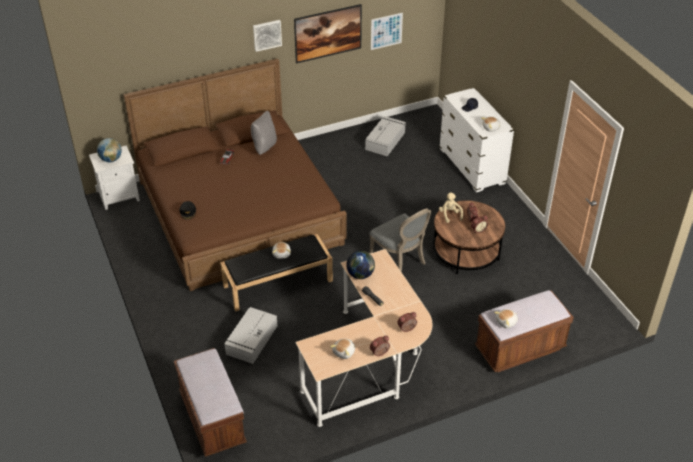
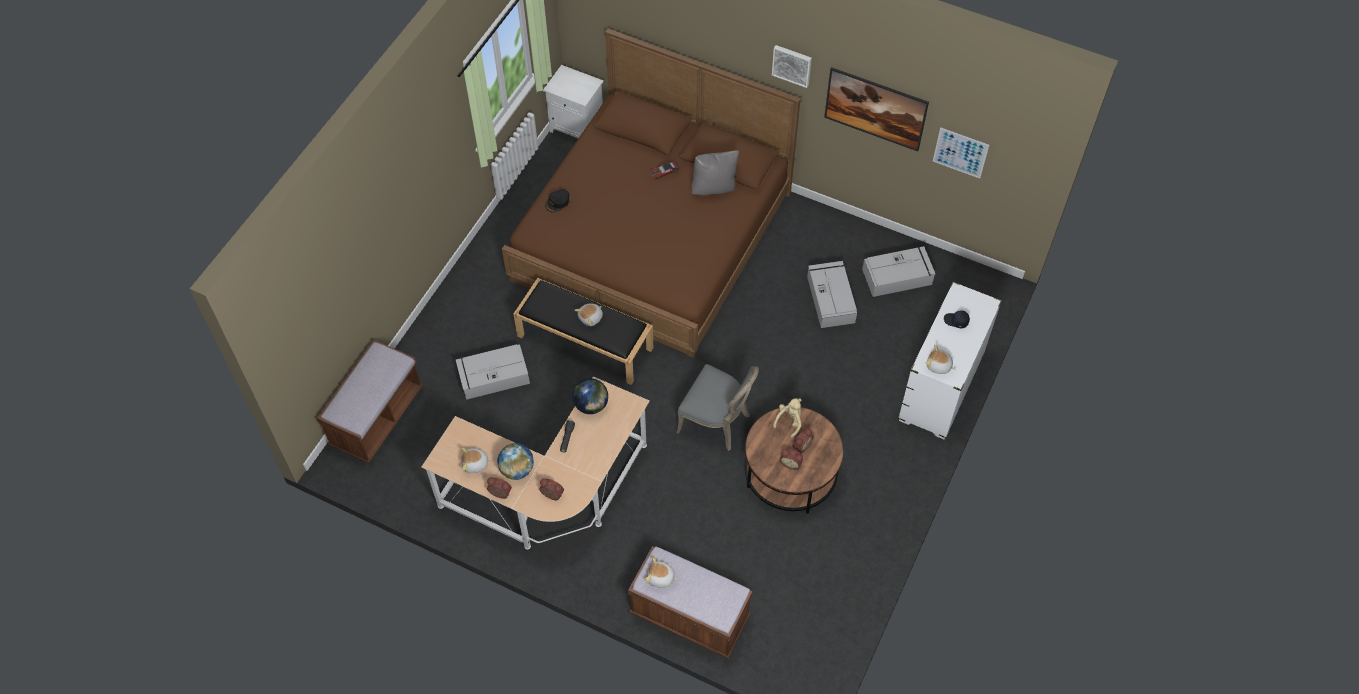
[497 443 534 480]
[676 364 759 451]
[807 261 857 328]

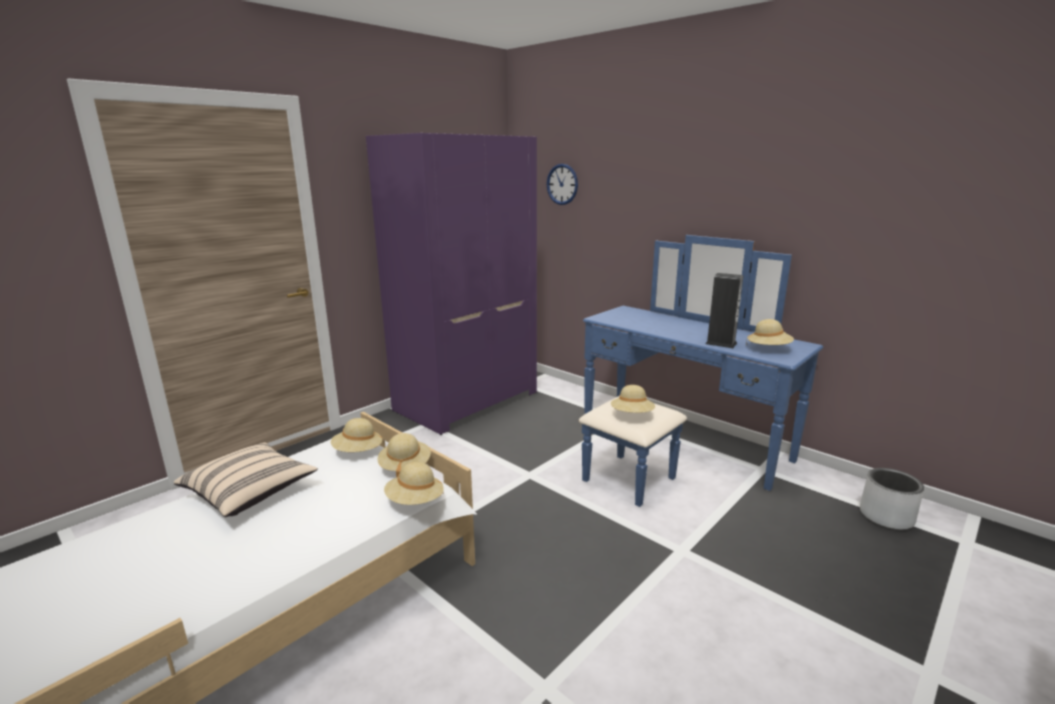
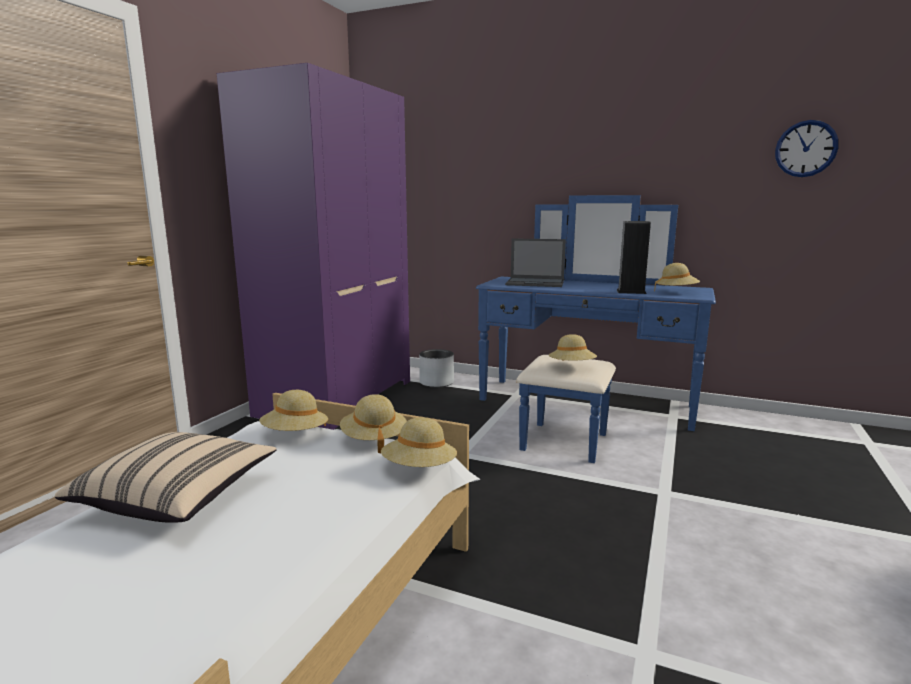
[775 120 839 177]
[419 349 454 388]
[505 238 566 287]

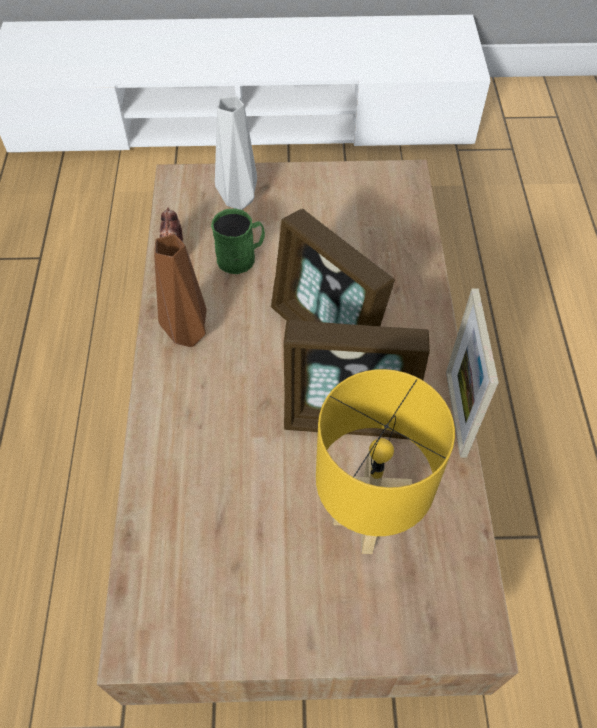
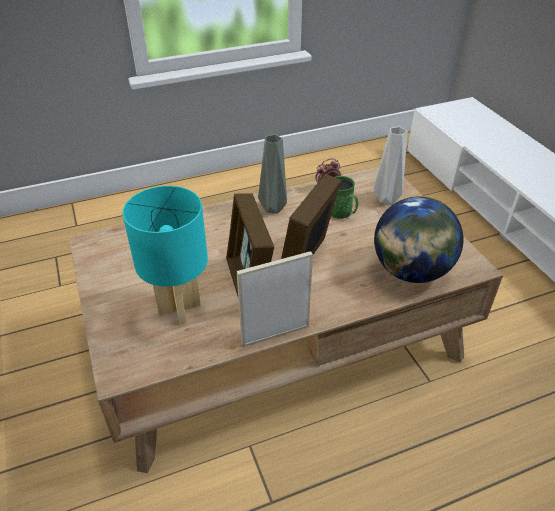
[258 134 287 214]
[123 186 208 324]
[374 196 464 283]

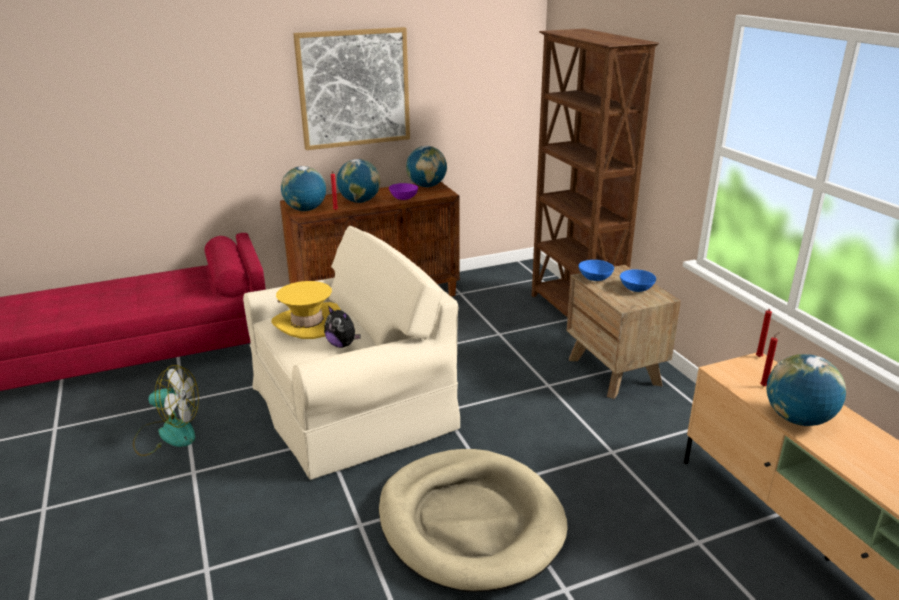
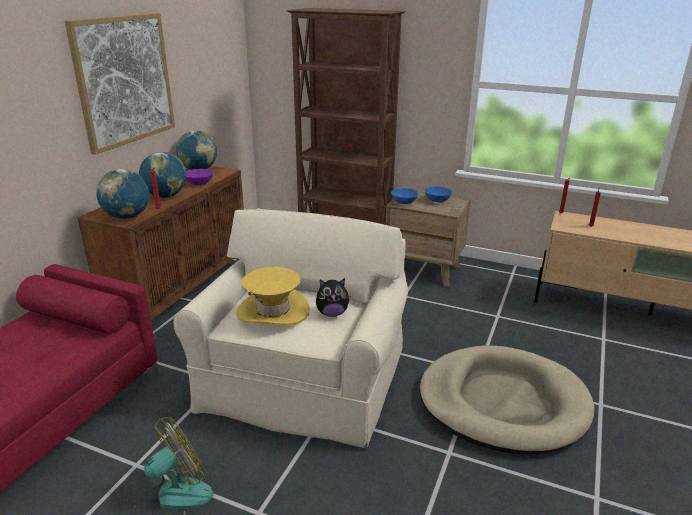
[766 354 846 426] (first image)

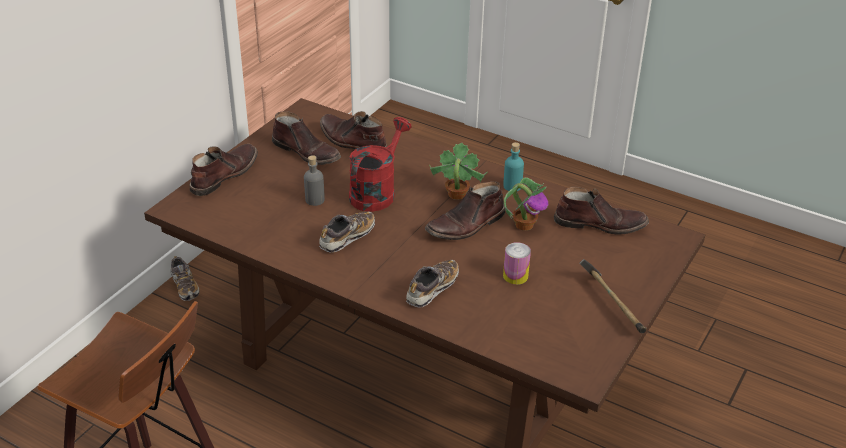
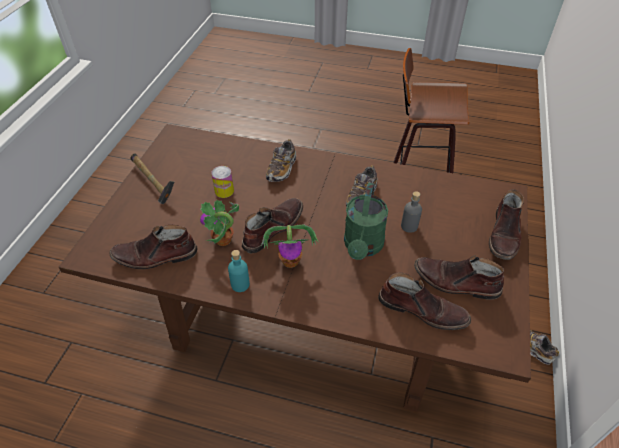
[344 183 388 260]

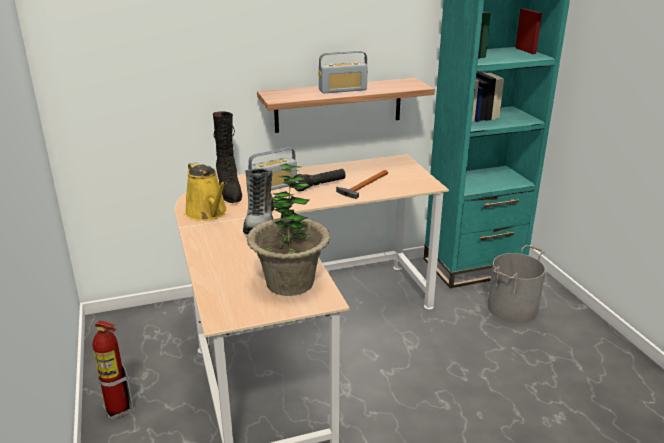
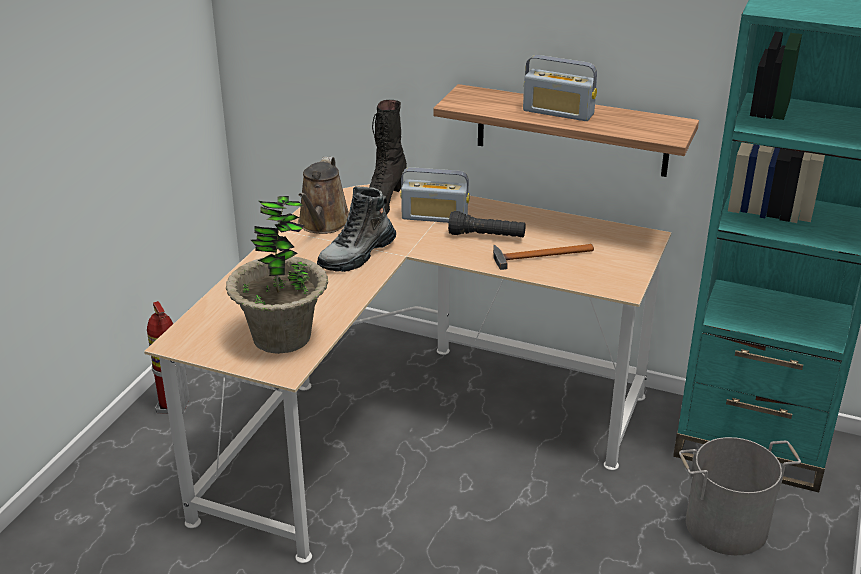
[298 157 349 234]

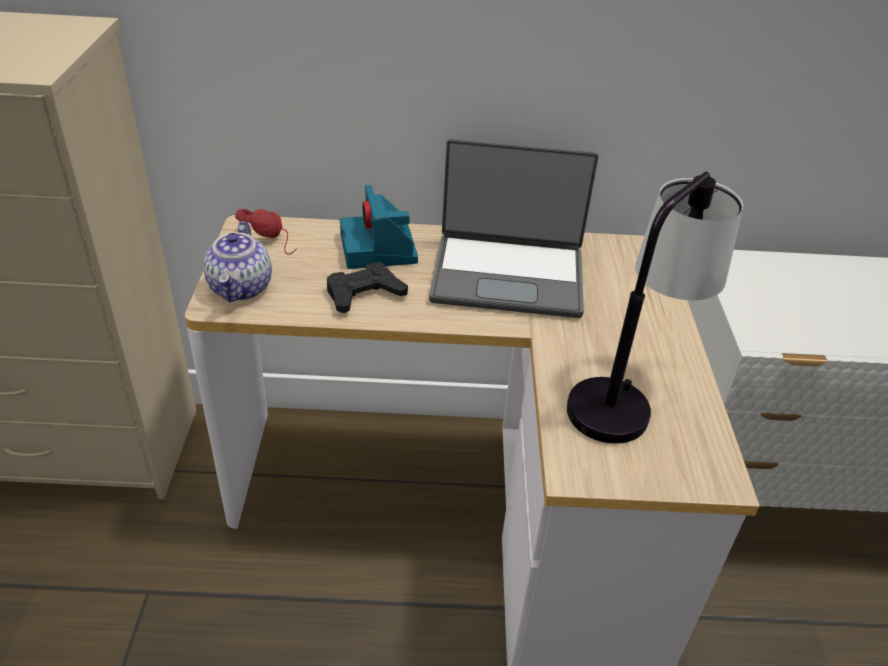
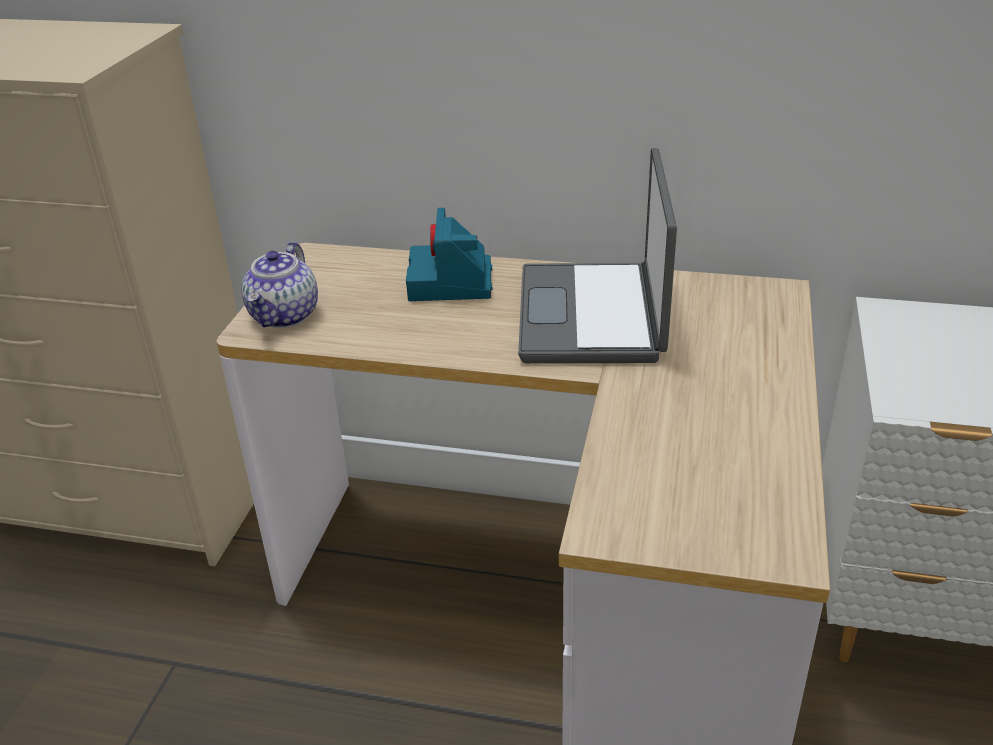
[235 209 297 254] (first image)
[327 262 408 313] (first image)
[518 148 677 363]
[567 172 744 444] (first image)

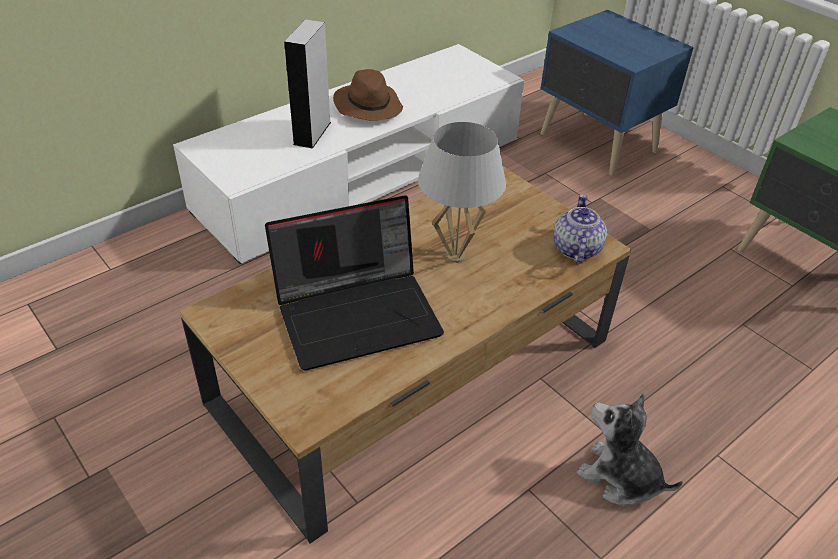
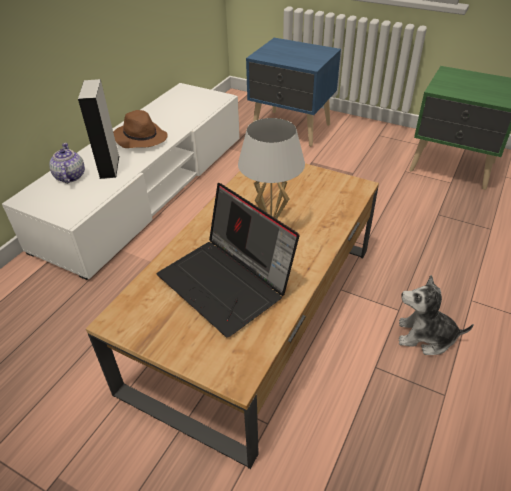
[157 183 300 337]
[49 143 85 184]

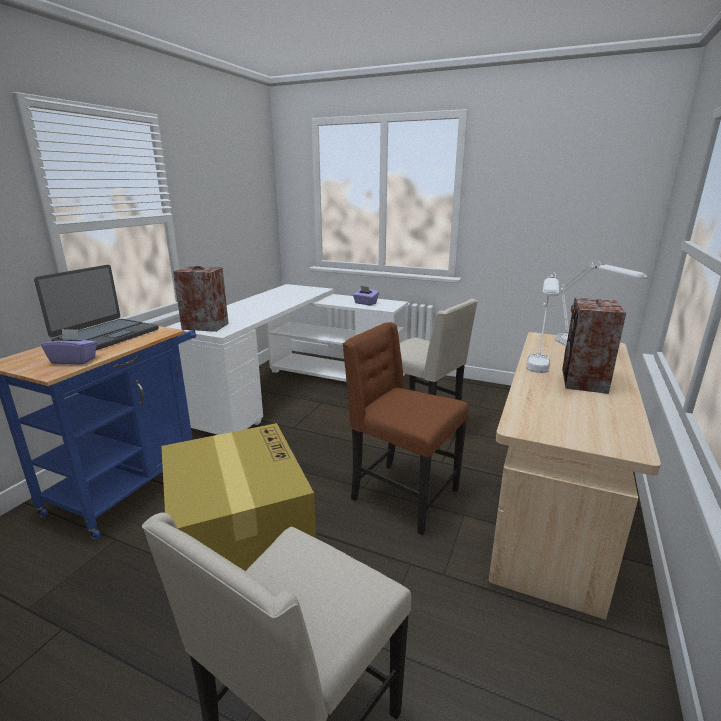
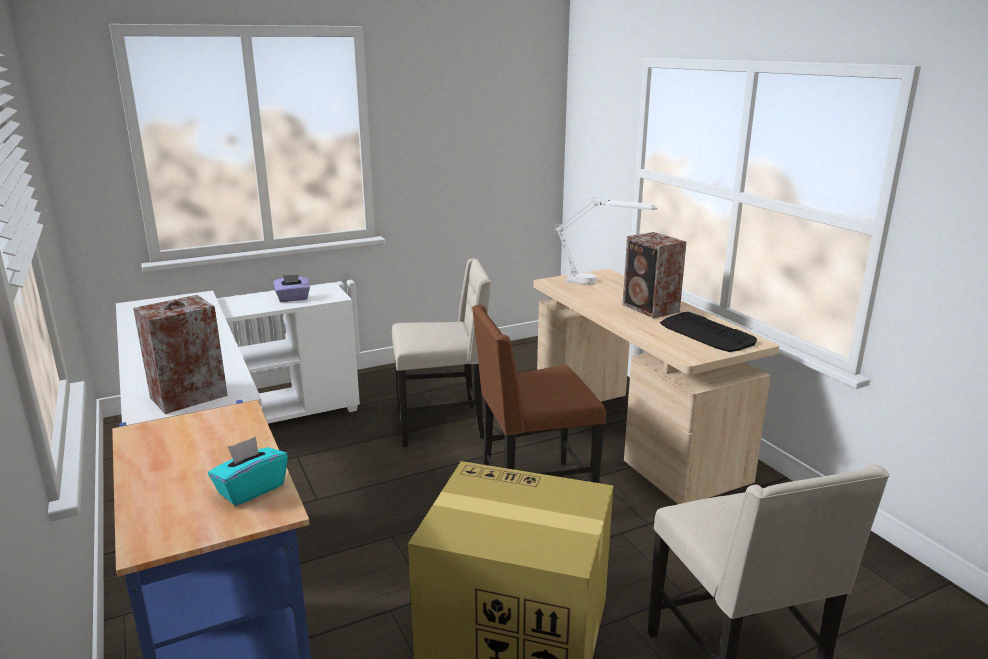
[34 265 159 350] (first image)
[208 436 288 506]
[526 272 559 373] (first image)
[660 312 757 352]

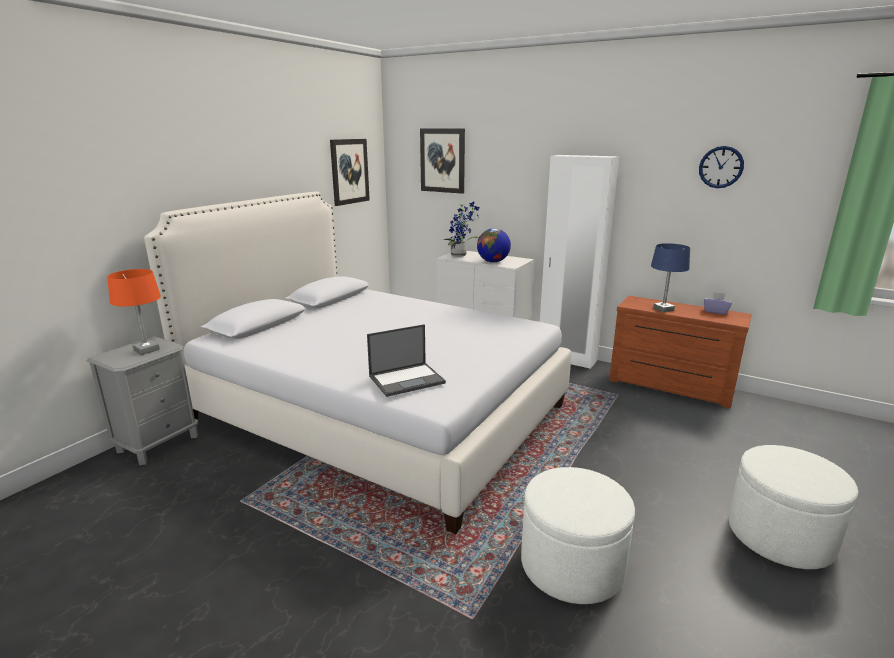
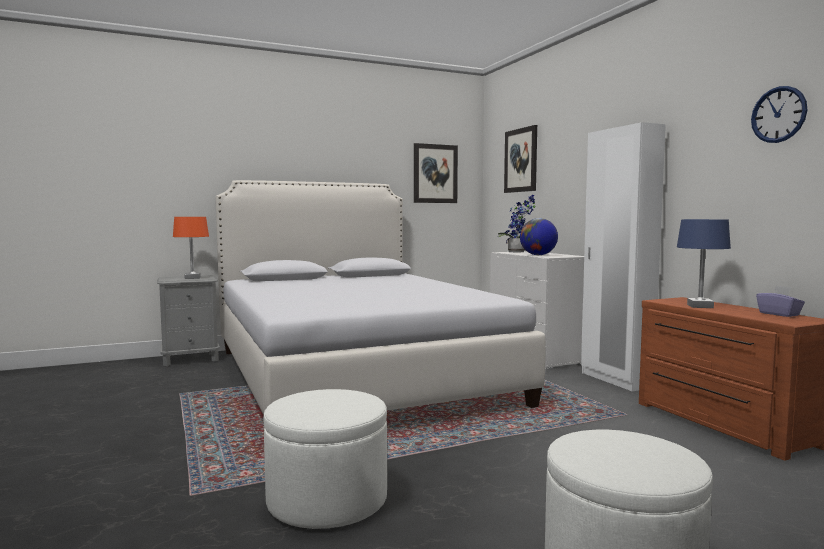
[367 324 446 397] (first image)

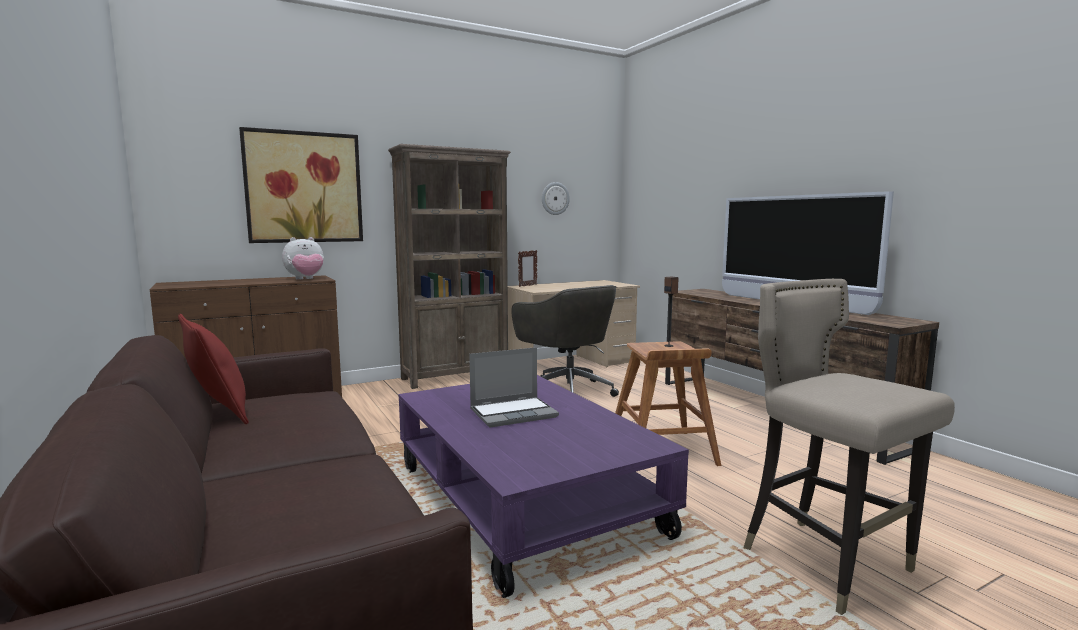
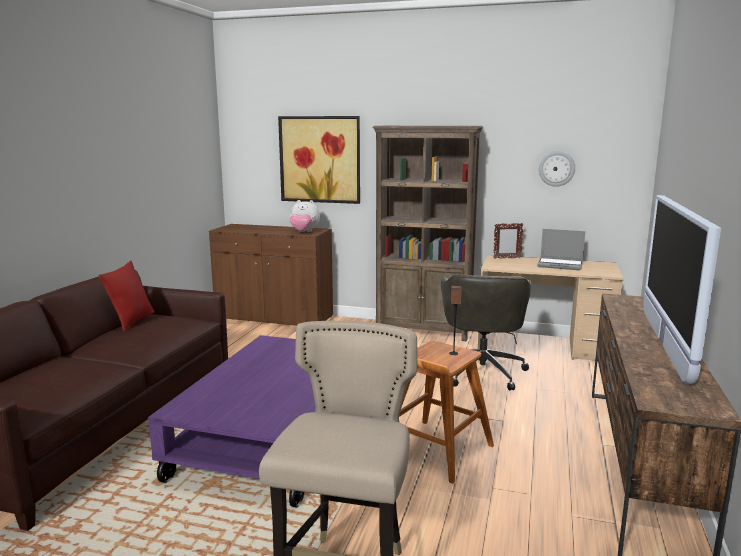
[537 229 585 270]

